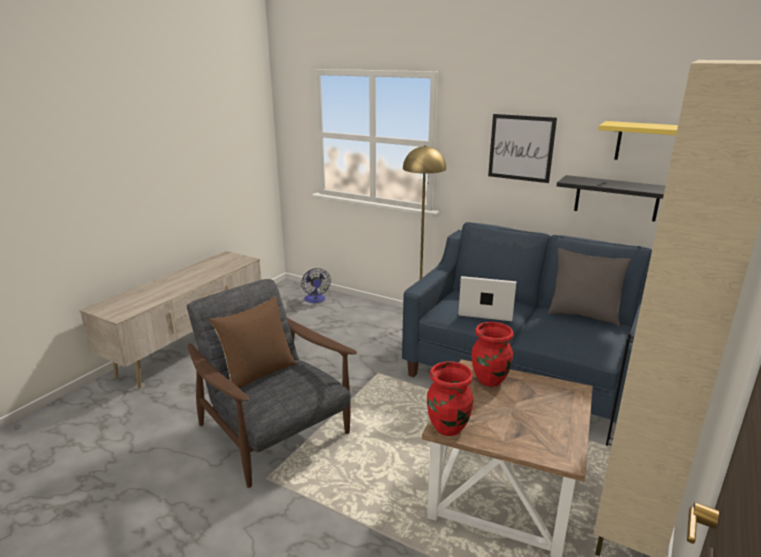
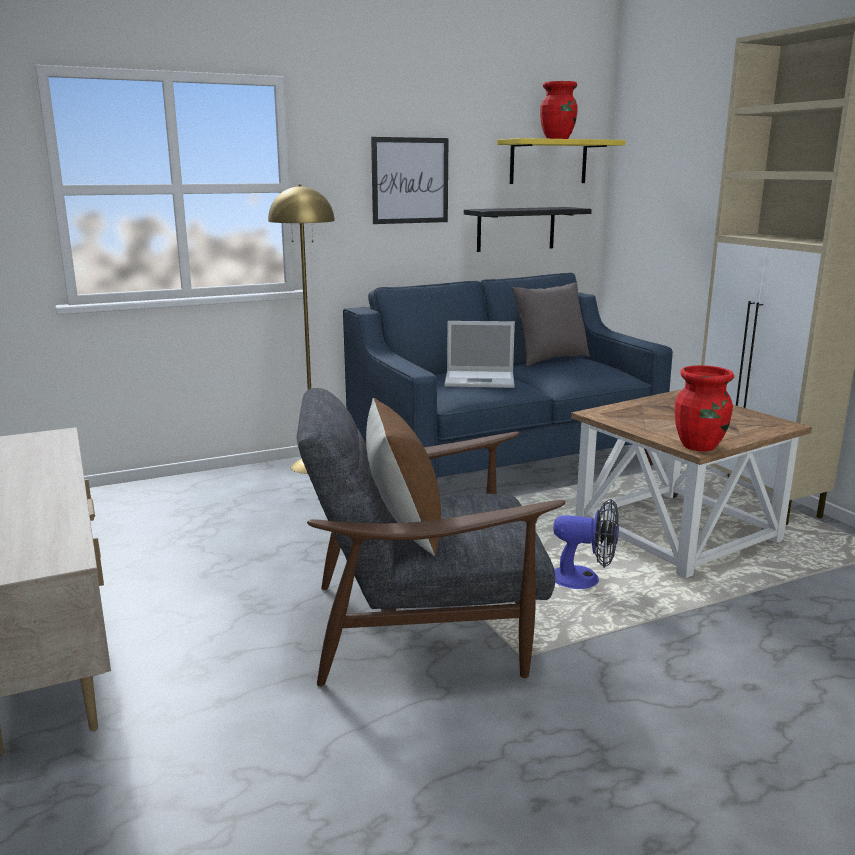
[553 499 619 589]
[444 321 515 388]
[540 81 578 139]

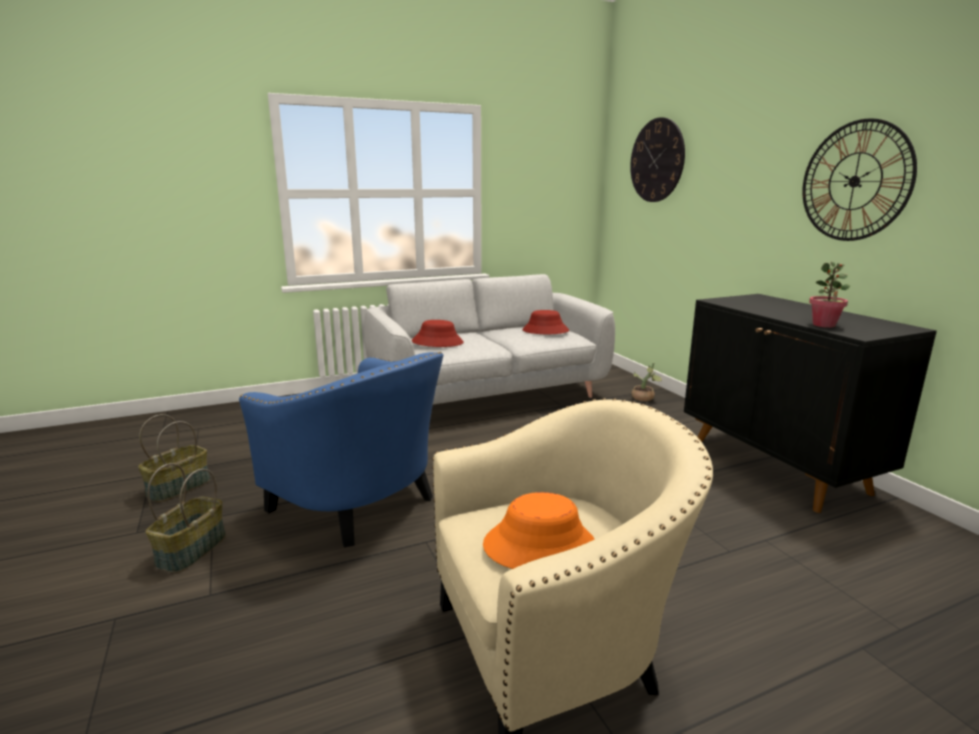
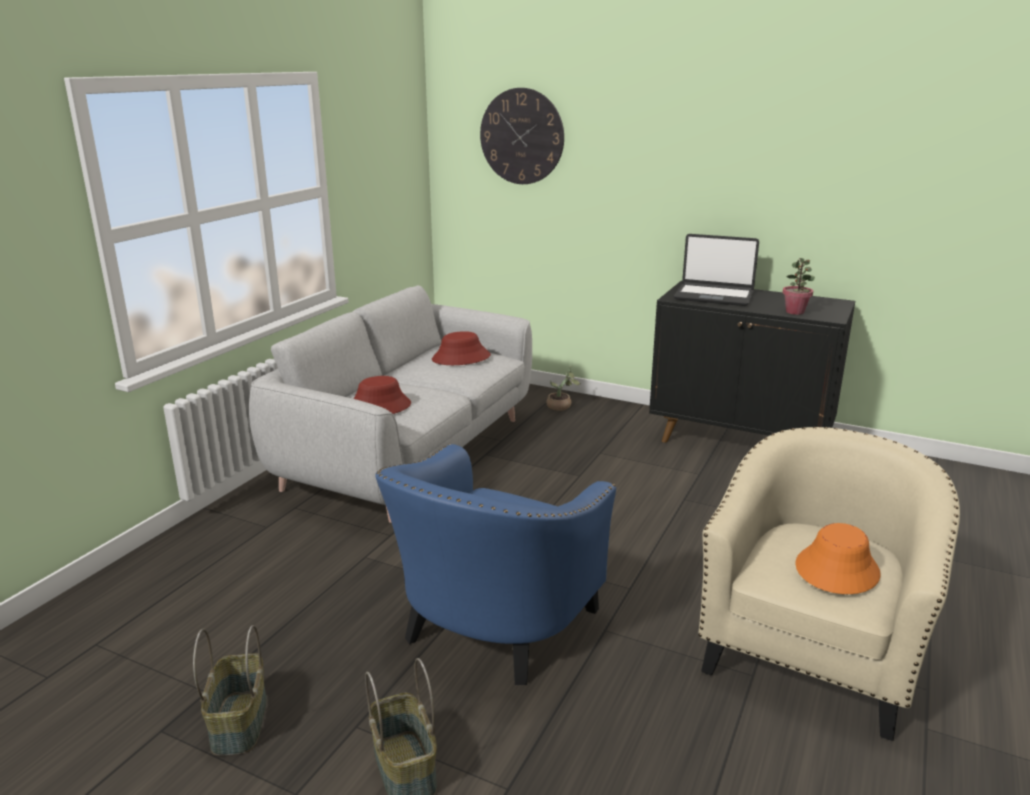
[375 444 616 685]
[802 118 917 241] (first image)
[674 234 759 306]

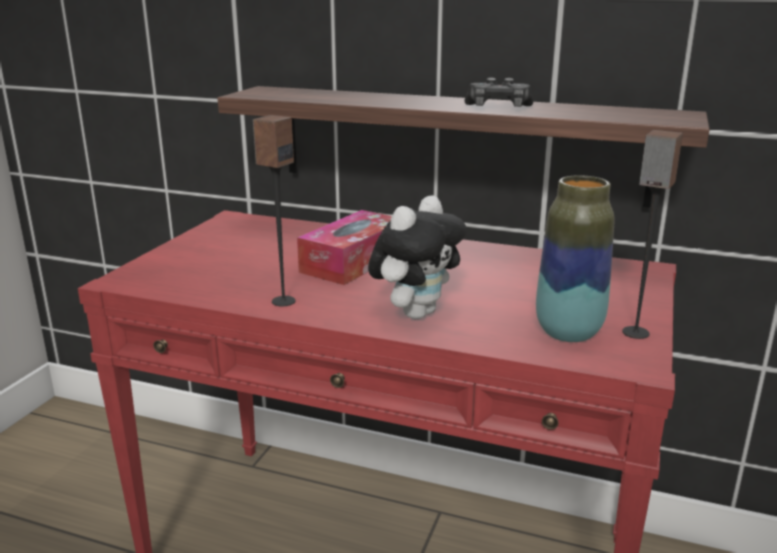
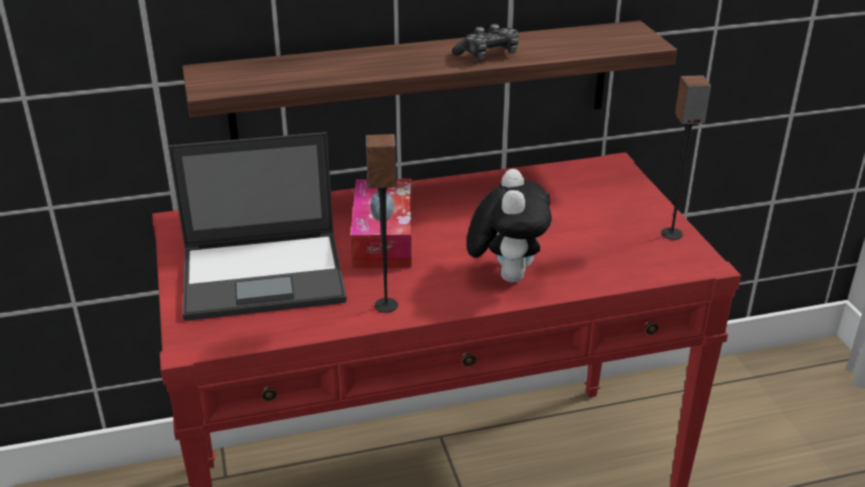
[536 175 615 342] (first image)
[168 132 347 321]

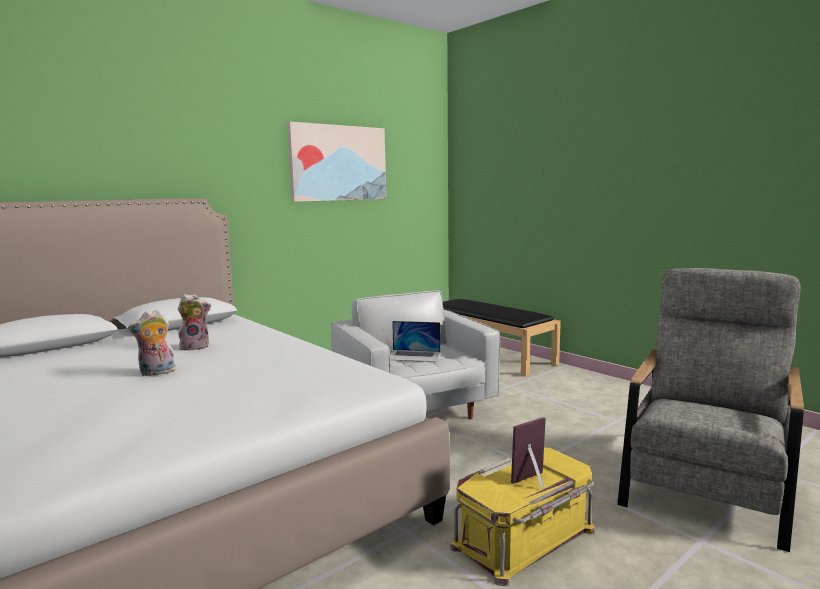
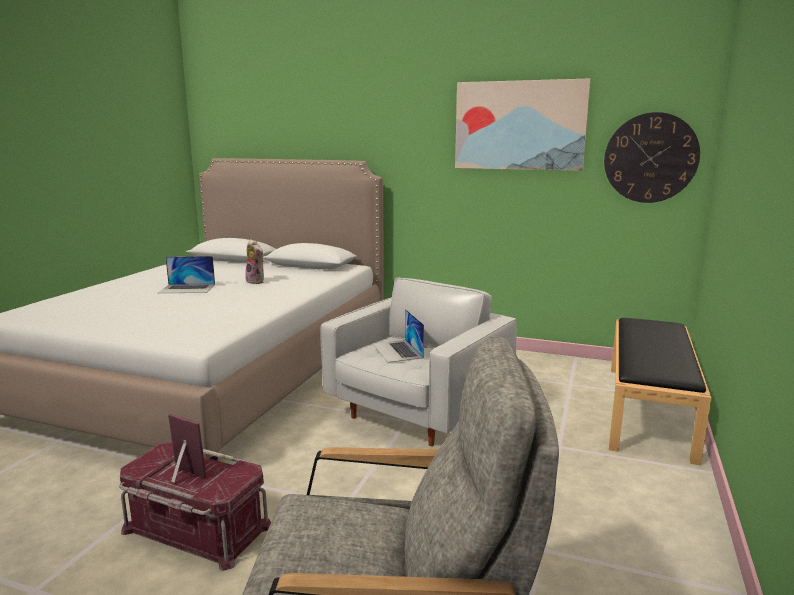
[158 256 215 293]
[119 442 271 571]
[604 112 700 203]

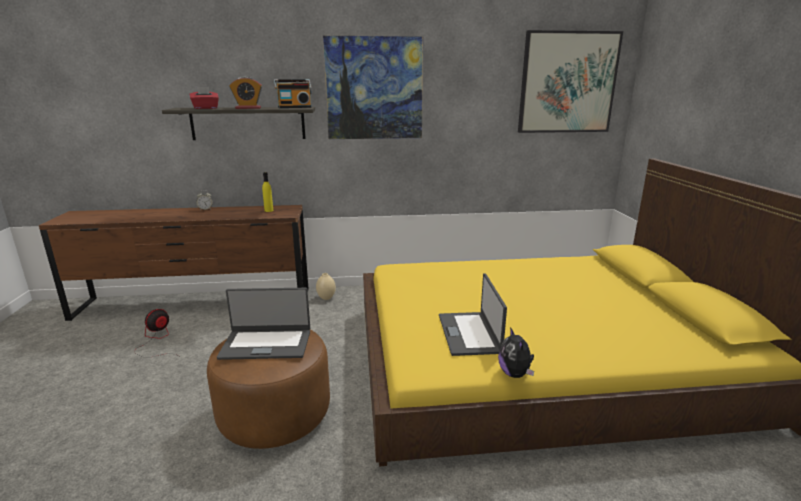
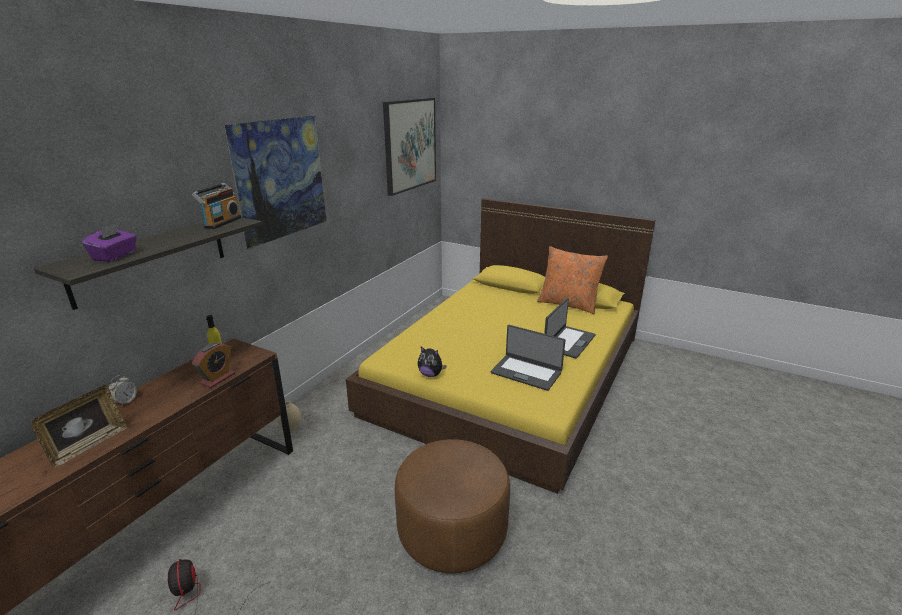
[82 223 136 262]
[544 298 596 359]
[192 342 235 388]
[418 347 447 377]
[30 385 127 467]
[537 246 608 314]

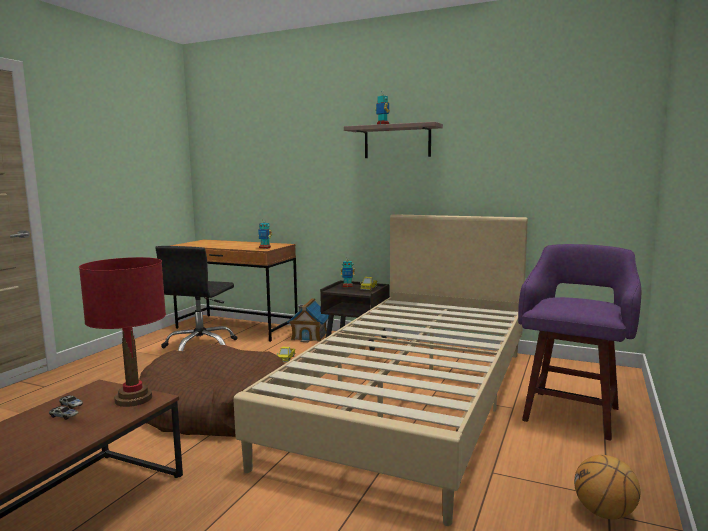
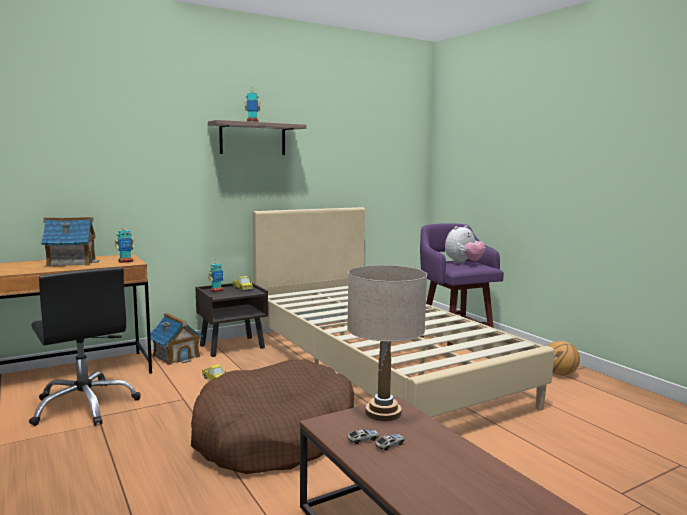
[347 265 427 421]
[41 217 99 267]
[445 225 486 263]

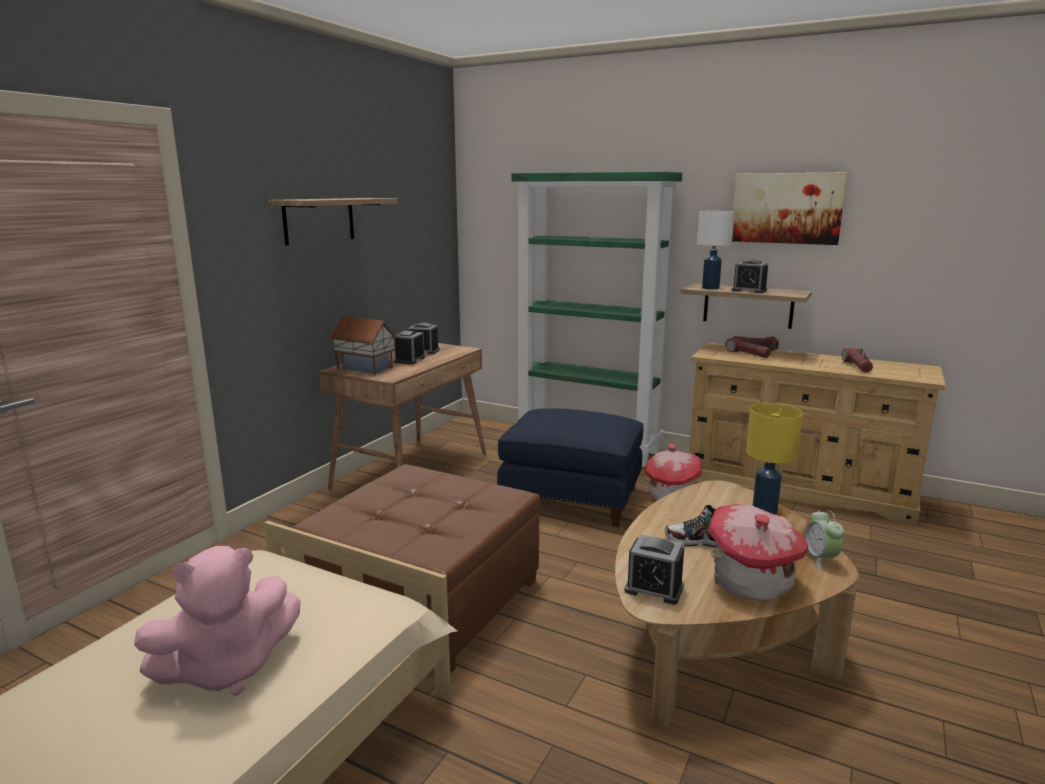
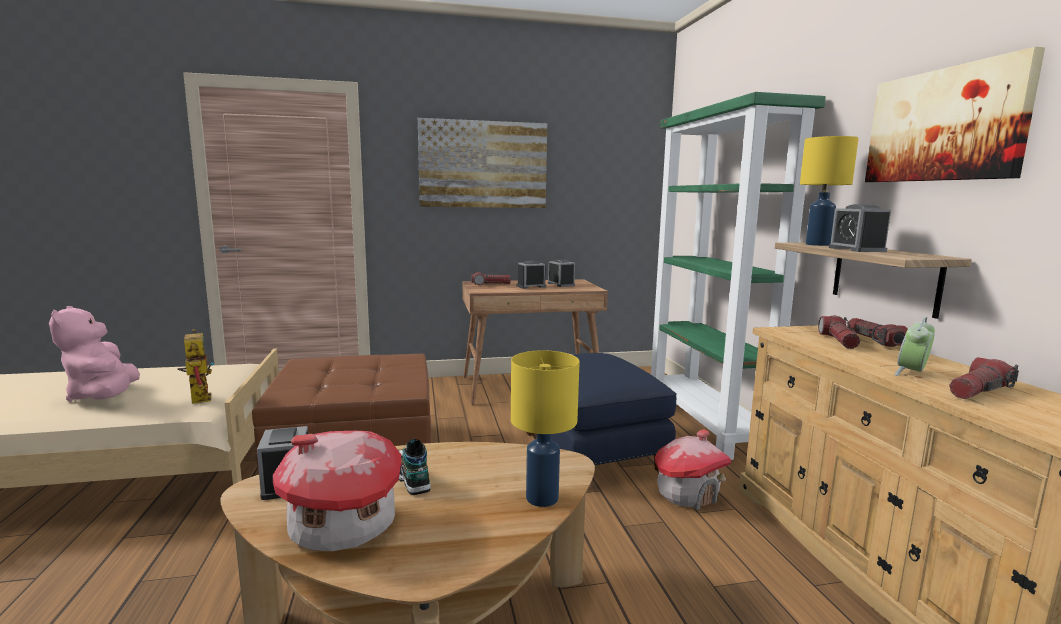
[49 306 140 402]
[418 118 547 208]
[471 272 511 285]
[800 136 859 246]
[894 317 935 376]
[177 329 214 404]

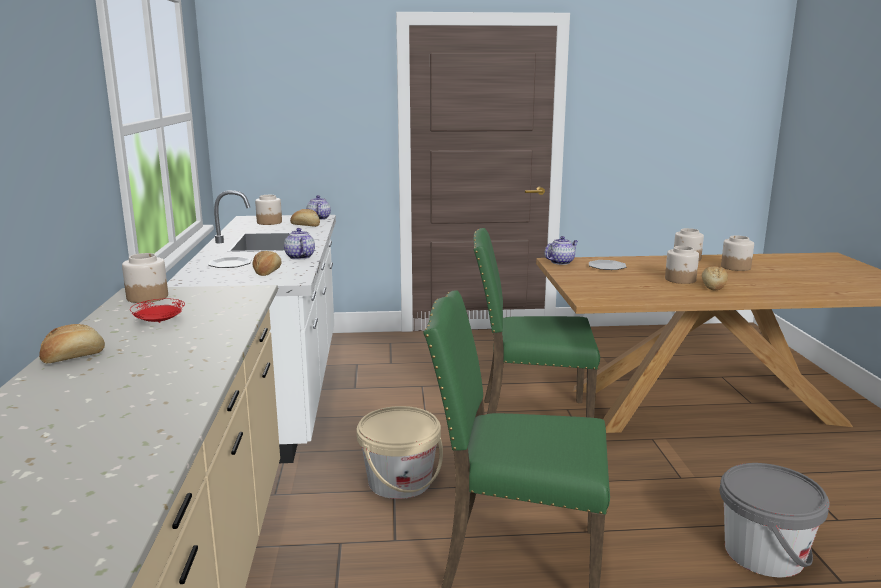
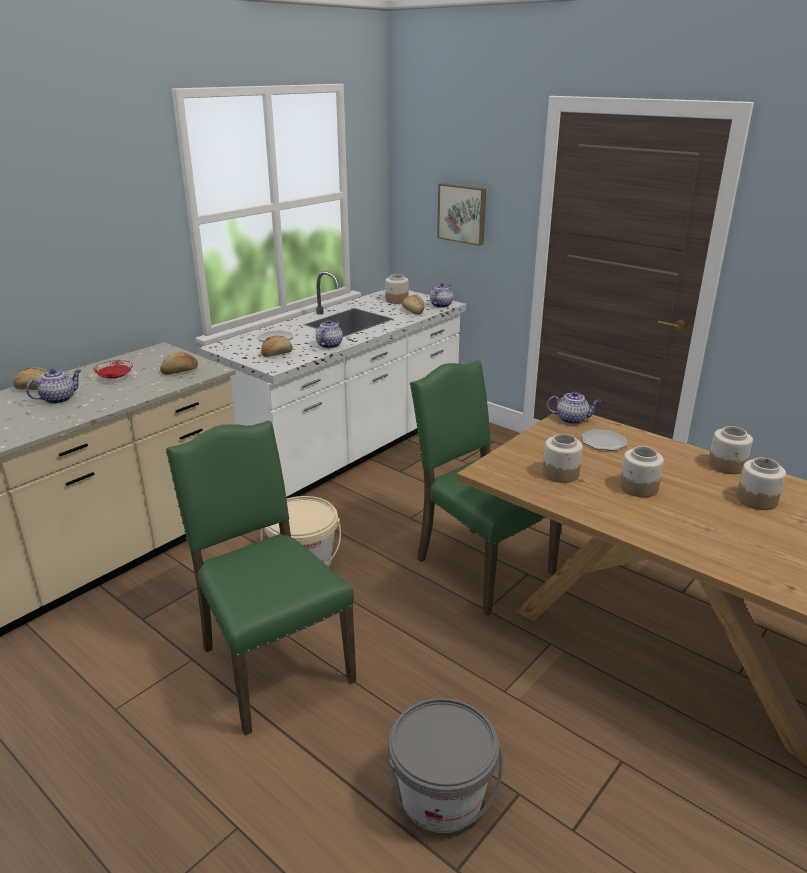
[542 434 583 483]
[160 352 198 375]
[26 369 81 404]
[437 183 486 246]

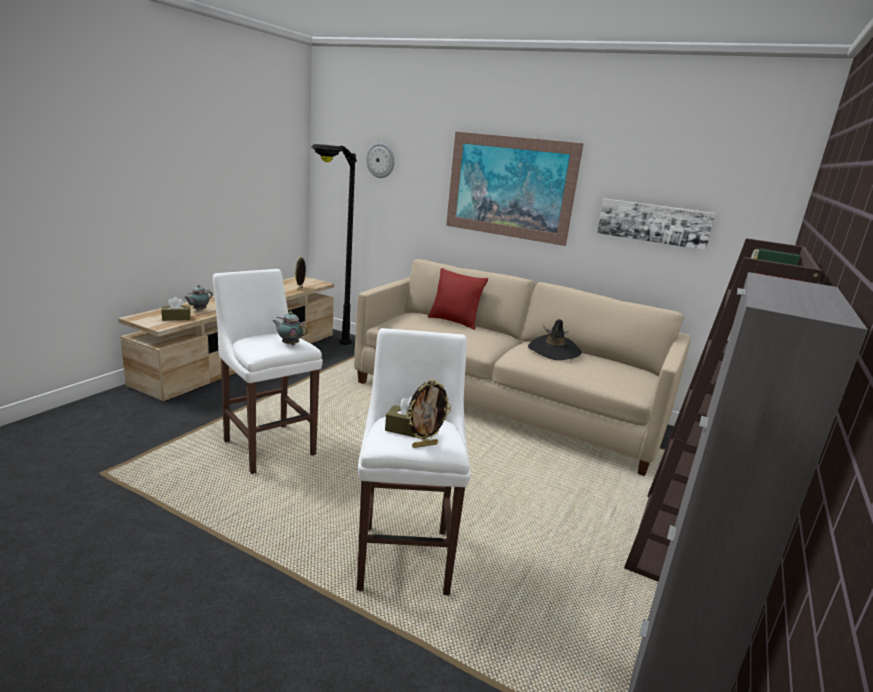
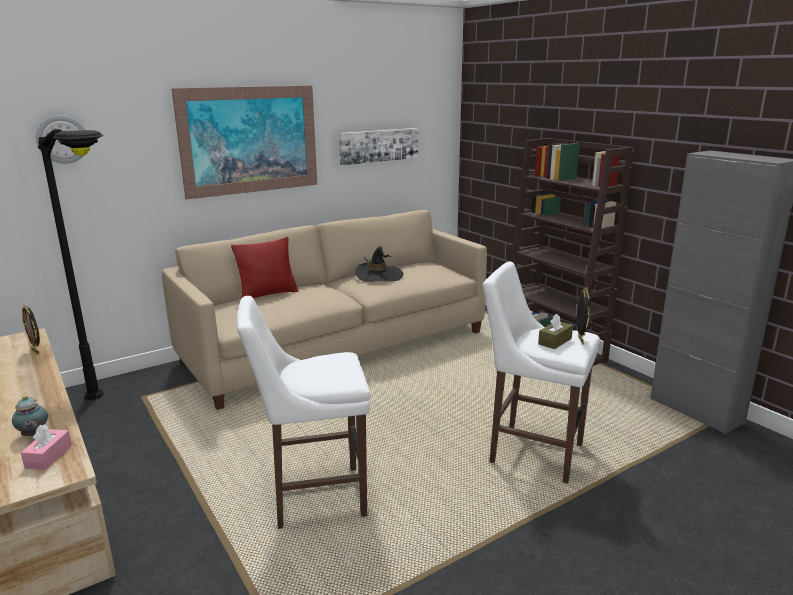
[21 425 72 470]
[273 311 308 345] (first image)

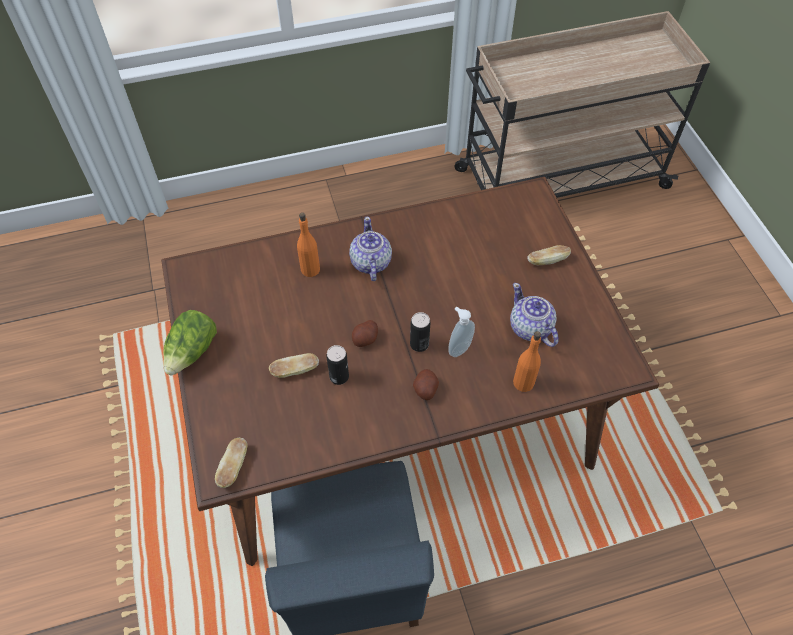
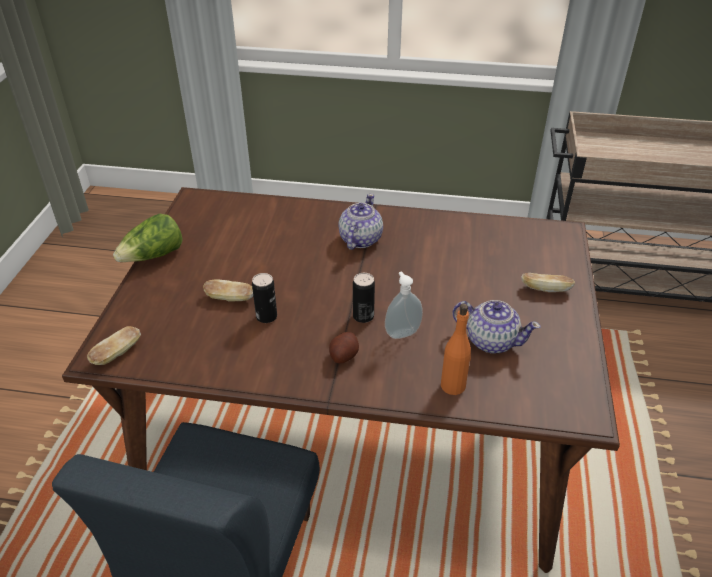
[297 213 320 277] (first image)
[352 320 378 347] (first image)
[452 300 541 353]

